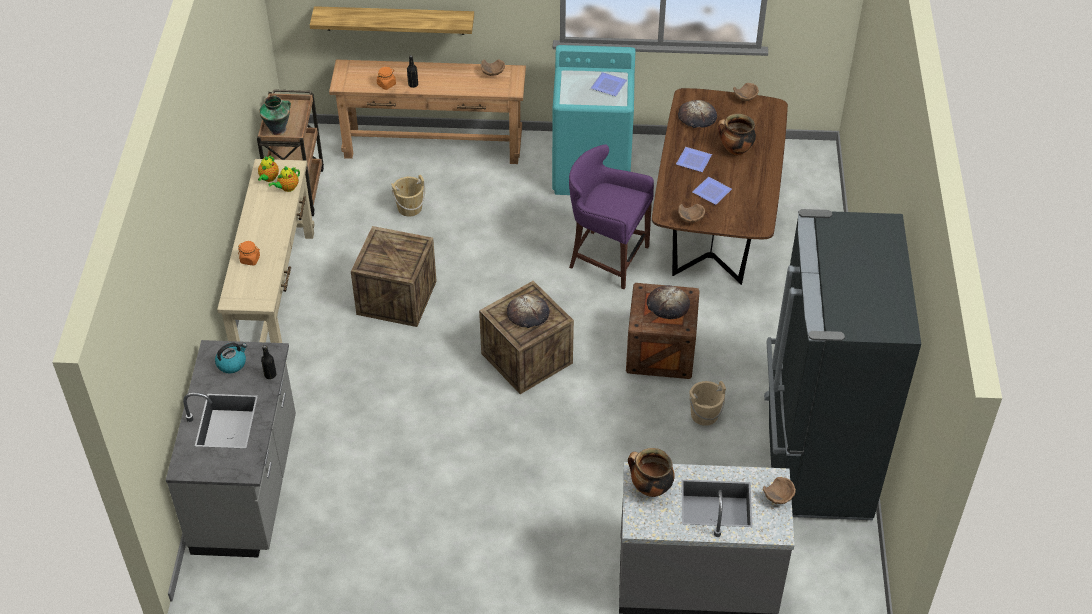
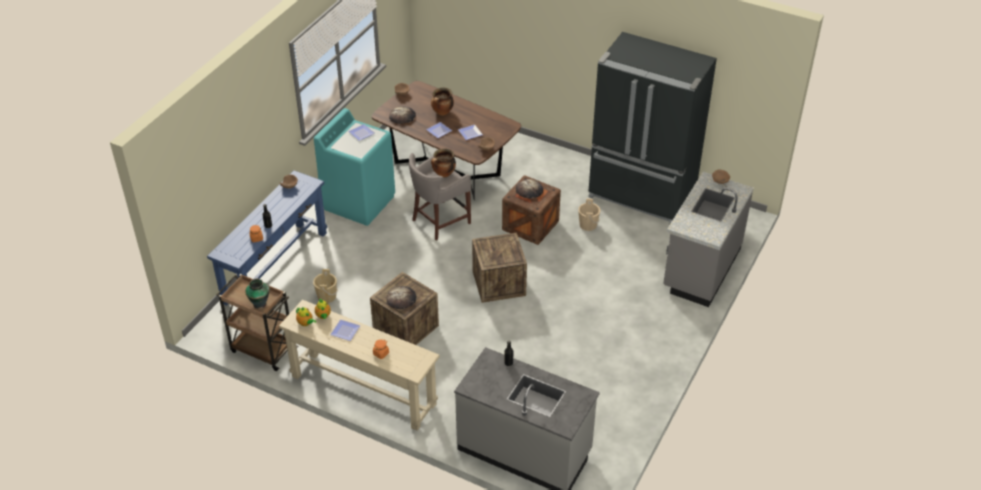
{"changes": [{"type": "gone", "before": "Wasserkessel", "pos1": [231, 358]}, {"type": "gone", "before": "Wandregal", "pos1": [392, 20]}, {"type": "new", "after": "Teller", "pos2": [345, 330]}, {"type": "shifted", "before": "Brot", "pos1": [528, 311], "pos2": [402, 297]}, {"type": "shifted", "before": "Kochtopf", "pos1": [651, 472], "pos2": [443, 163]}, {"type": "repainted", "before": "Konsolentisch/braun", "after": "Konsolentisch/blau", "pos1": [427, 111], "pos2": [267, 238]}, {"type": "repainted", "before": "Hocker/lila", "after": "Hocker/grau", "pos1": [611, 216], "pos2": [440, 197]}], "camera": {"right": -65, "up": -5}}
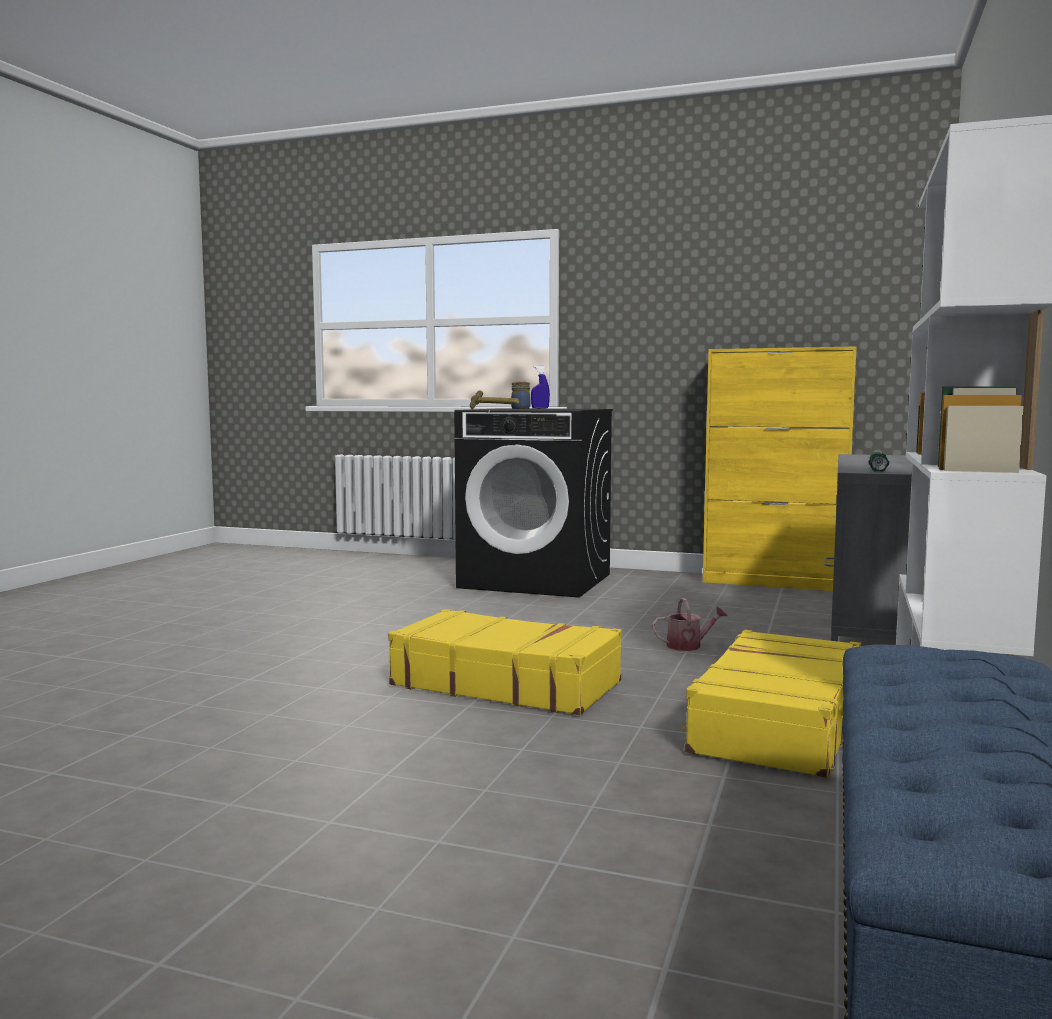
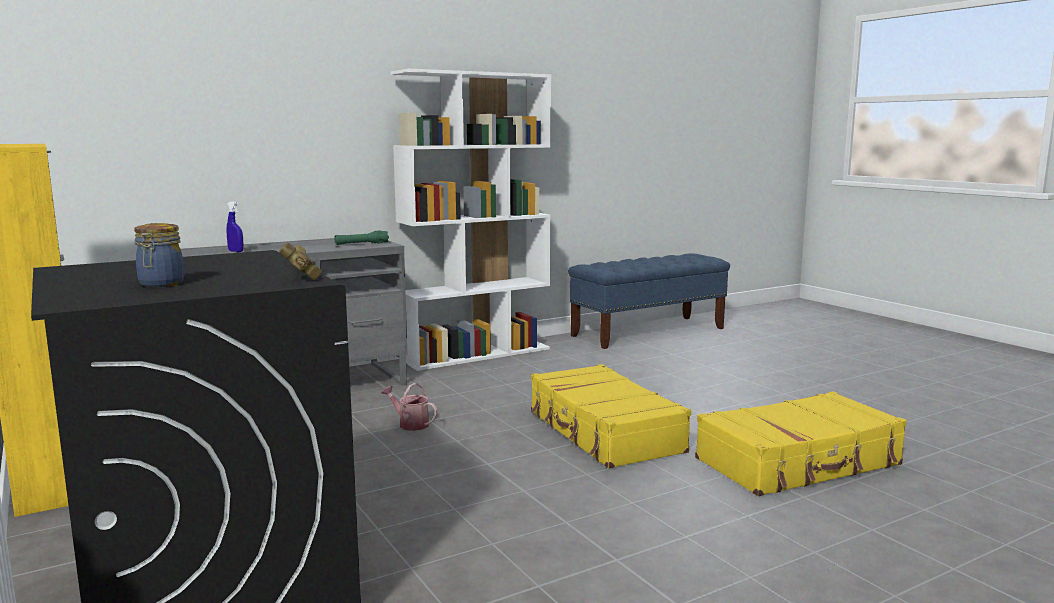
{"changes": [{"type": "shifted", "before": "Sprühflasche/blau", "pos1": [540, 387], "pos2": [235, 226]}, {"type": "shifted", "before": "Koffer/gelb", "pos1": [770, 704], "pos2": [801, 443]}], "camera": {"right": -140, "up": 5}}
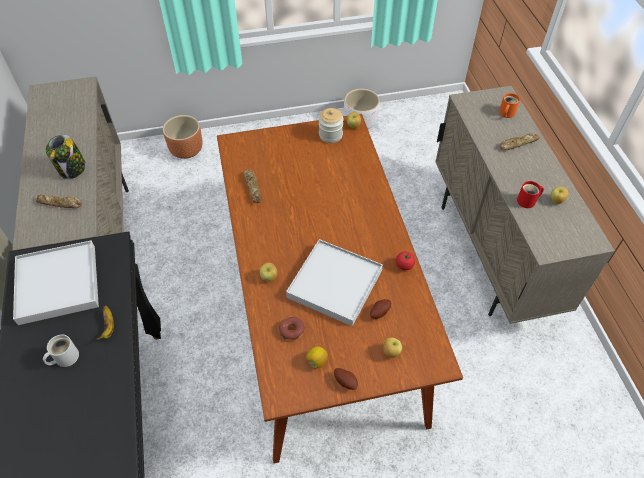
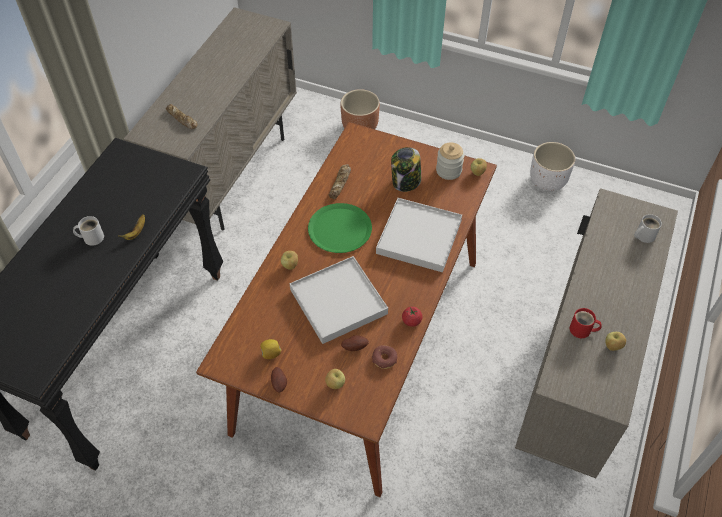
{"changes": [{"type": "gone", "before": "Brot", "pos1": [519, 142]}, {"type": "new", "after": "Teller/grün", "pos2": [340, 228]}, {"type": "shifted", "before": "Tablett/weiß", "pos1": [56, 282], "pos2": [419, 235]}, {"type": "shifted", "before": "Vorratsglas", "pos1": [66, 157], "pos2": [406, 169]}, {"type": "shifted", "before": "Donut", "pos1": [292, 328], "pos2": [384, 357]}, {"type": "repainted", "before": "Henkelbecher/orange", "after": "Henkelbecher/weiß", "pos1": [509, 105], "pos2": [648, 228]}], "camera": {"right": 35, "up": 0}}
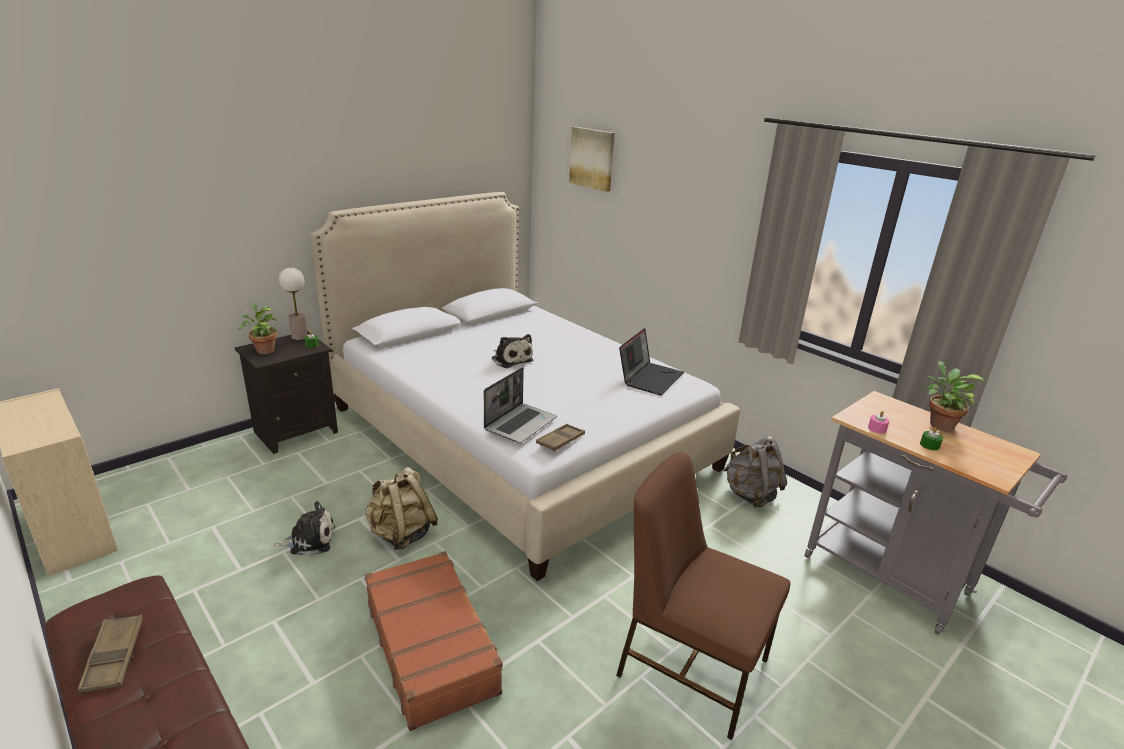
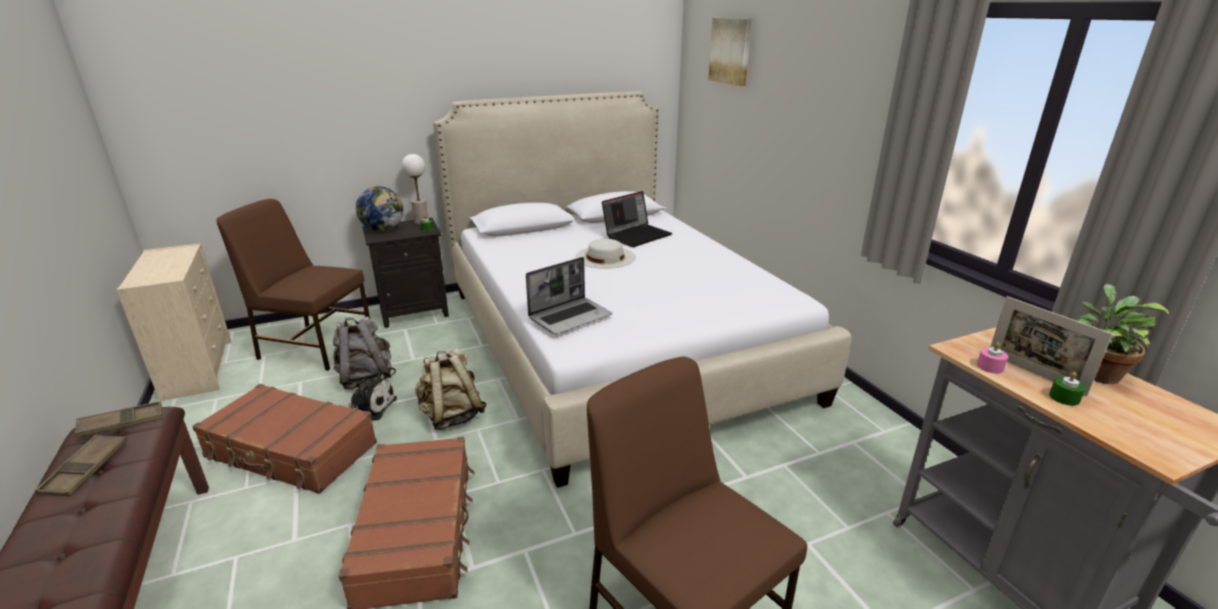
{"changes": [{"type": "new", "after": "Koffer/braun", "pos2": [284, 439]}, {"type": "new", "after": "Stuhl/braun", "pos2": [293, 285]}, {"type": "new", "after": "Bilderrahmen", "pos2": [1051, 346]}, {"type": "shifted", "before": "Tablett/braun", "pos1": [560, 437], "pos2": [119, 419]}, {"type": "shifted", "before": "Laptop", "pos1": [651, 361], "pos2": [637, 219]}, {"type": "shifted", "before": "Rucksack/grau", "pos1": [755, 472], "pos2": [364, 353]}, {"type": "swapped", "before": "Topfpflanze", "after": "Globus", "pos1": [257, 328], "pos2": [379, 208]}, {"type": "swapped", "before": "Plüschtier", "after": "Hut/weiß", "pos1": [512, 351], "pos2": [605, 254]}], "camera": {"right": 20, "up": 0}}
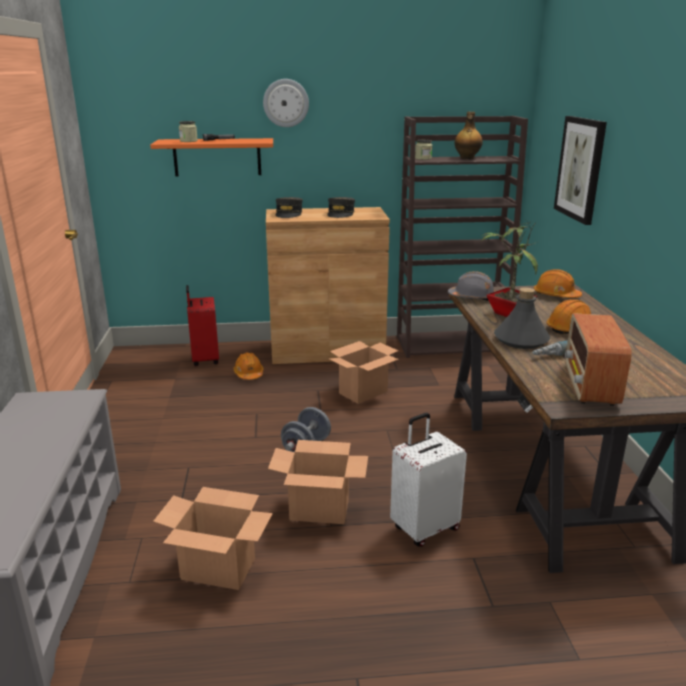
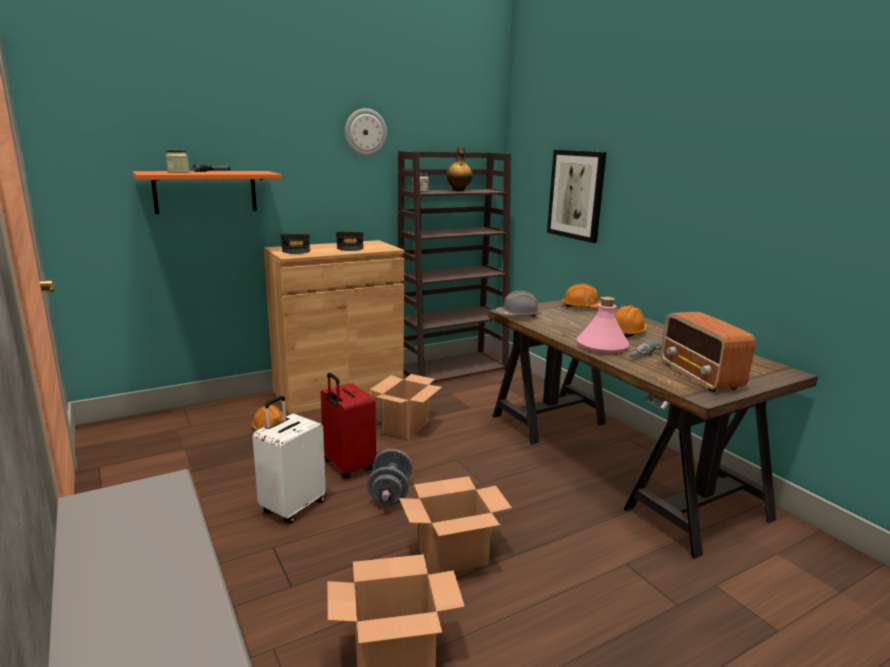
{"changes": [{"type": "gone", "before": "Topfpflanze", "pos1": [509, 268]}, {"type": "shifted", "before": "Koffer/rot", "pos1": [202, 325], "pos2": [348, 426]}, {"type": "shifted", "before": "Wanduhr", "pos1": [286, 103], "pos2": [366, 132]}, {"type": "shifted", "before": "Koffer/weiß", "pos1": [428, 480], "pos2": [289, 459]}, {"type": "repainted", "before": "Flasche/grau", "after": "Flasche/rosa", "pos1": [522, 318], "pos2": [603, 325]}], "camera": {"right": -25, "up": -5}}
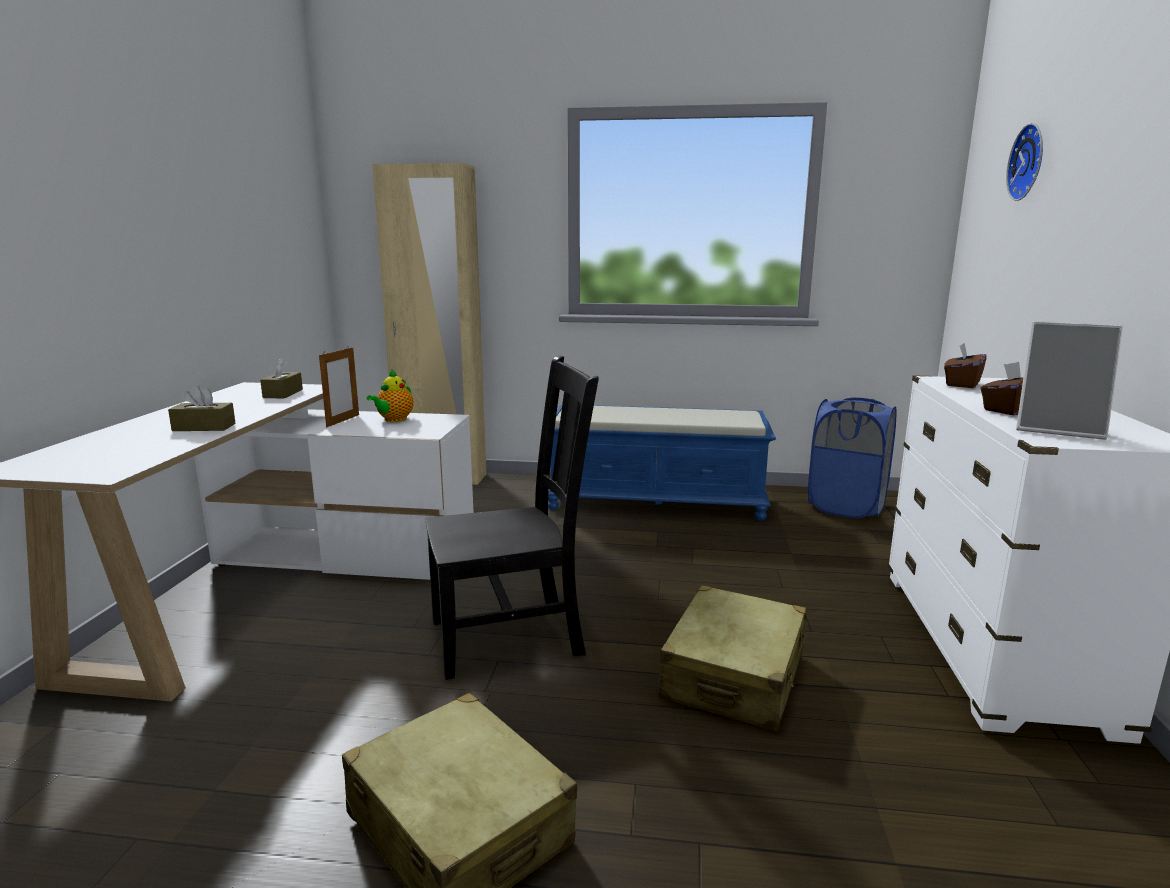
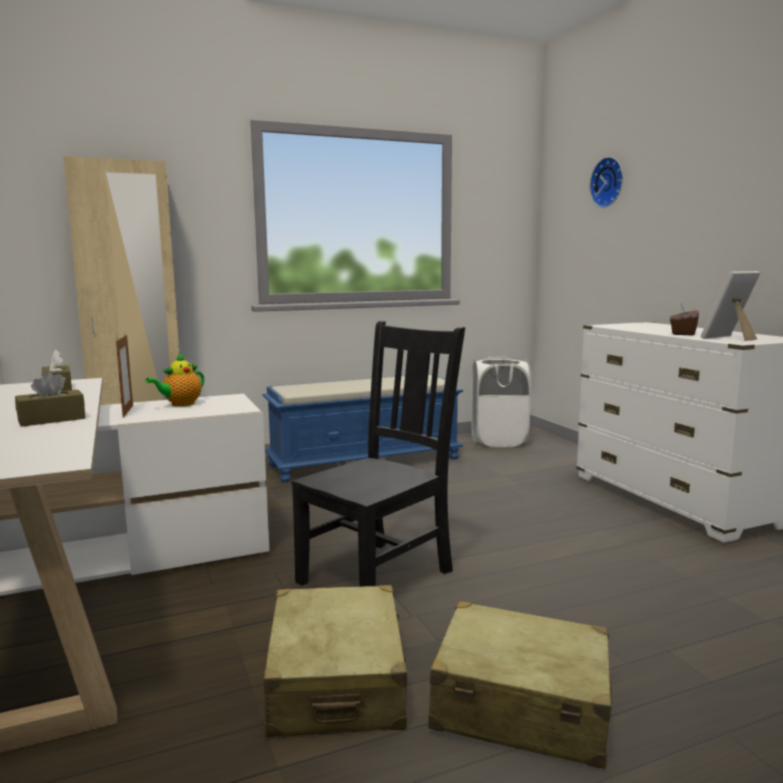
{"changes": [{"type": "gone", "before": "Taschentuchbox/braun", "pos1": [965, 365]}, {"type": "shifted", "before": "Koffer/beige", "pos1": [732, 658], "pos2": [337, 661]}, {"type": "repainted", "before": "Wäschekorb/blau", "after": "Wäschekorb/weiß", "pos1": [852, 457], "pos2": [501, 402]}, {"type": "rotated", "before": "Teekanne", "pos1": [390, 395], "pos2": [174, 380], "turn": 45}, {"type": "rotated", "before": "Bilderrahmen", "pos1": [1069, 380], "pos2": [730, 306], "turn": 150}], "camera": {"right": -30, "up": -5}}
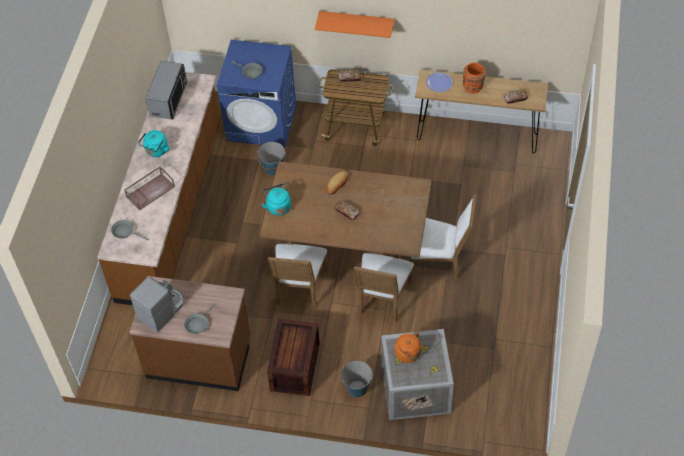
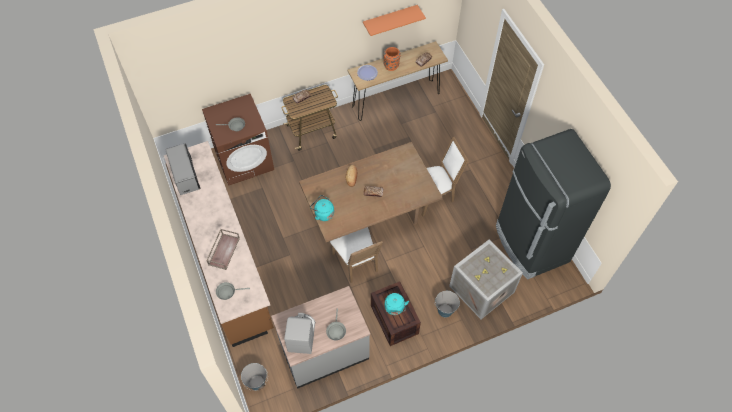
{"changes": [{"type": "gone", "before": "Stuhl/weiß", "pos1": [384, 287]}, {"type": "gone", "before": "Wasserkessel/orange", "pos1": [410, 347]}, {"type": "new", "after": "Kühlschrank/schwarz", "pos2": [553, 204]}, {"type": "shifted", "before": "Wasserkessel/türkis", "pos1": [153, 143], "pos2": [397, 304]}, {"type": "shifted", "before": "Eimer", "pos1": [271, 158], "pos2": [254, 377]}, {"type": "shifted", "before": "Wandregal/orange", "pos1": [354, 24], "pos2": [394, 20]}, {"type": "repainted", "before": "Küchenzeile/braun", "after": "Küchenzeile/grau", "pos1": [190, 333], "pos2": [320, 337]}, {"type": "repainted", "before": "Waschmaschine/blau", "after": "Waschmaschine/braun", "pos1": [256, 94], "pos2": [238, 140]}], "camera": {"right": -35, "up": 5}}
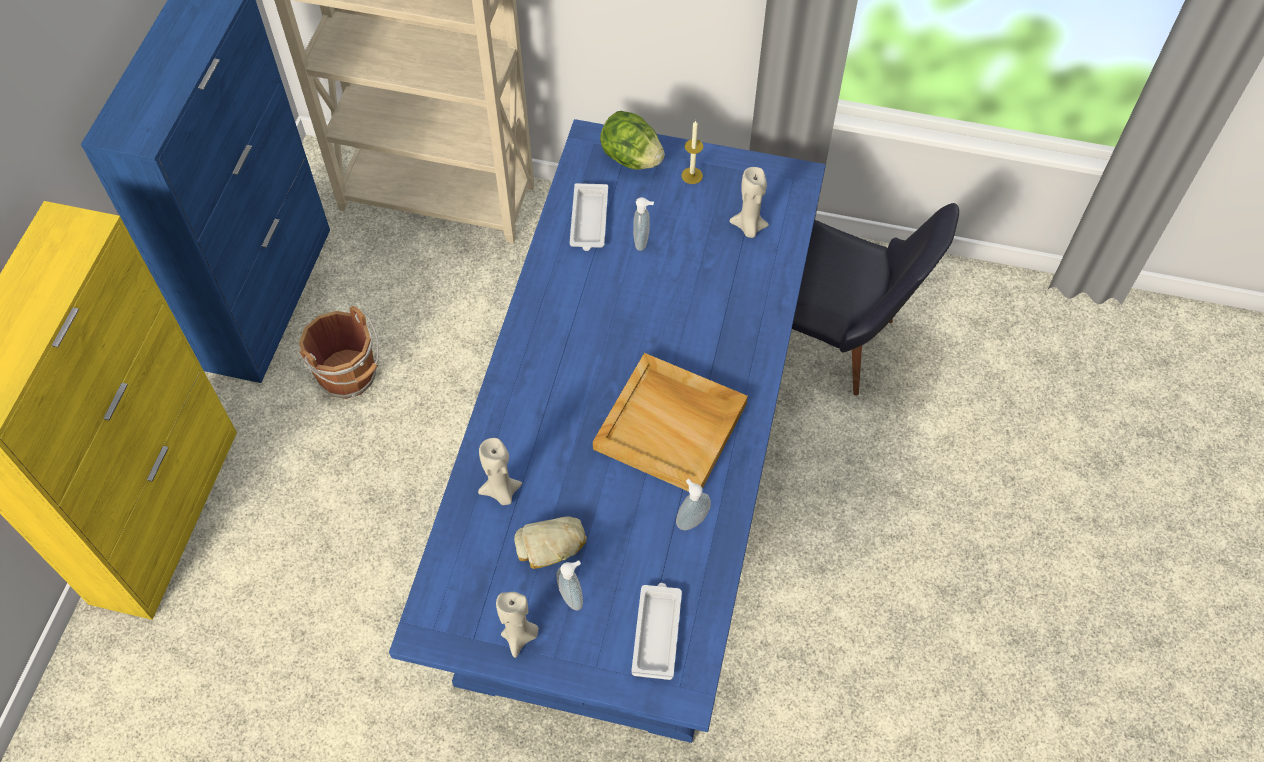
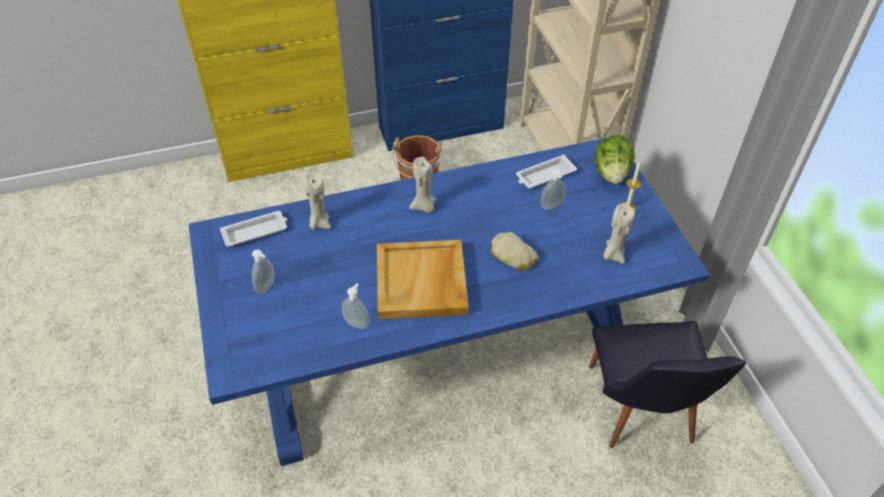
{"changes": [{"type": "shifted", "before": "Kerze/beige", "pos1": [517, 625], "pos2": [422, 185]}, {"type": "shifted", "before": "Brot", "pos1": [550, 542], "pos2": [515, 251]}, {"type": "shifted", "before": "Tablett/weiß", "pos1": [656, 631], "pos2": [253, 229]}], "camera": {"right": 60, "up": -10}}
